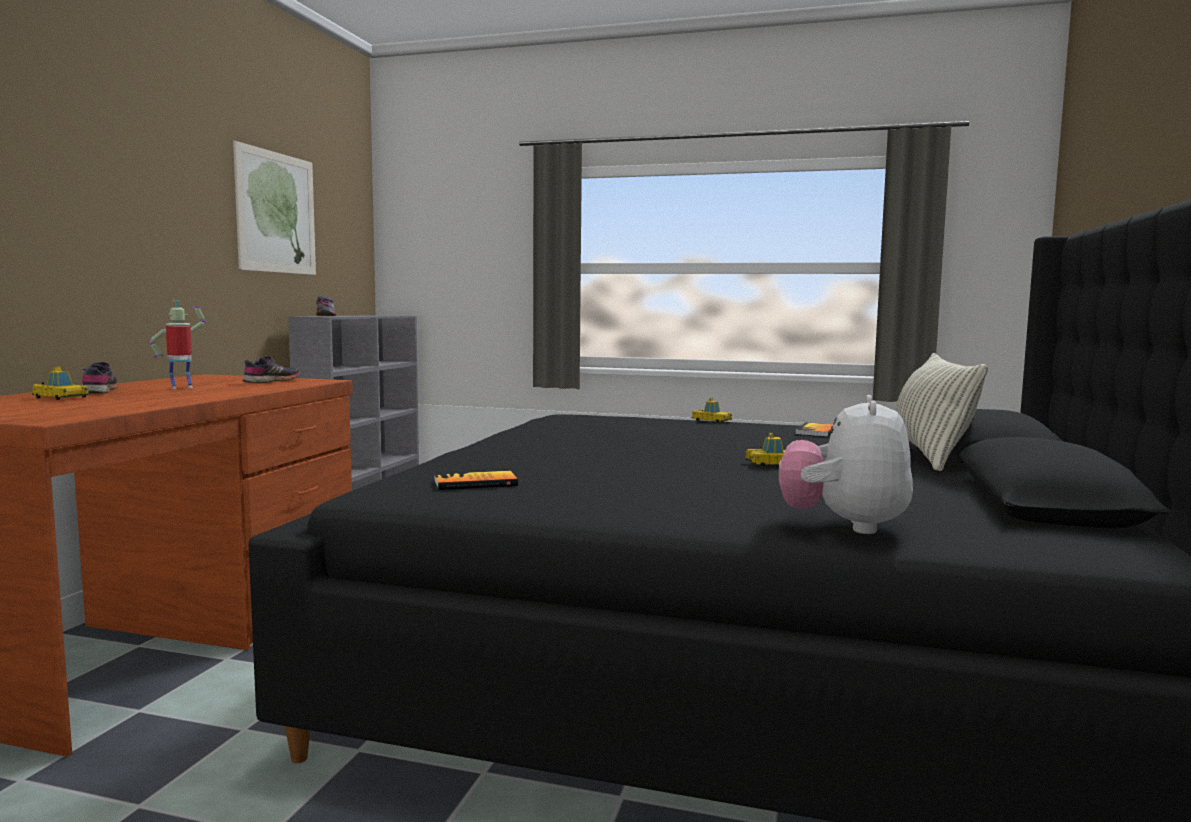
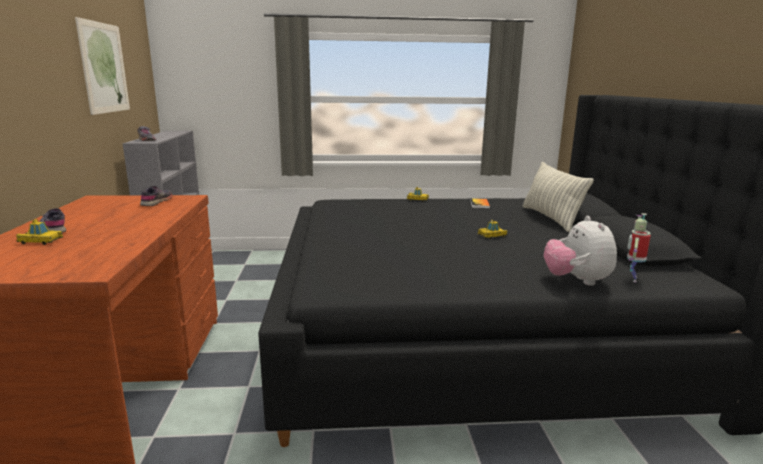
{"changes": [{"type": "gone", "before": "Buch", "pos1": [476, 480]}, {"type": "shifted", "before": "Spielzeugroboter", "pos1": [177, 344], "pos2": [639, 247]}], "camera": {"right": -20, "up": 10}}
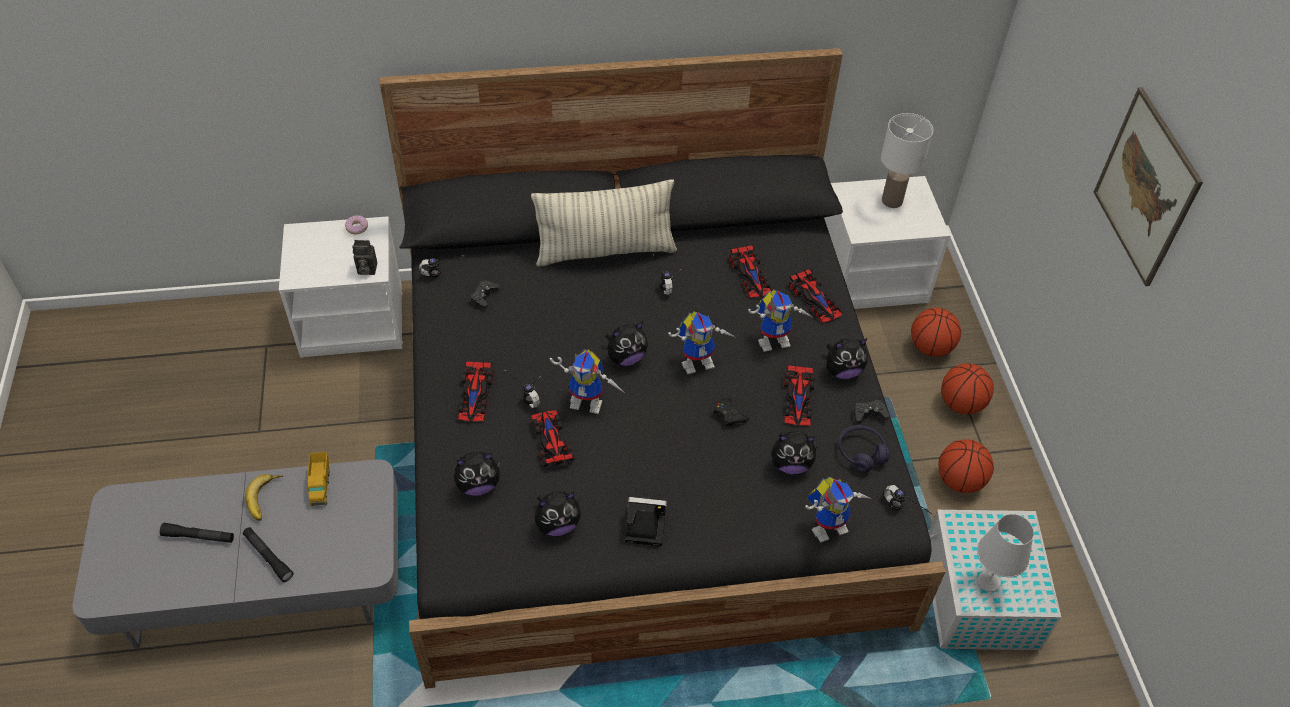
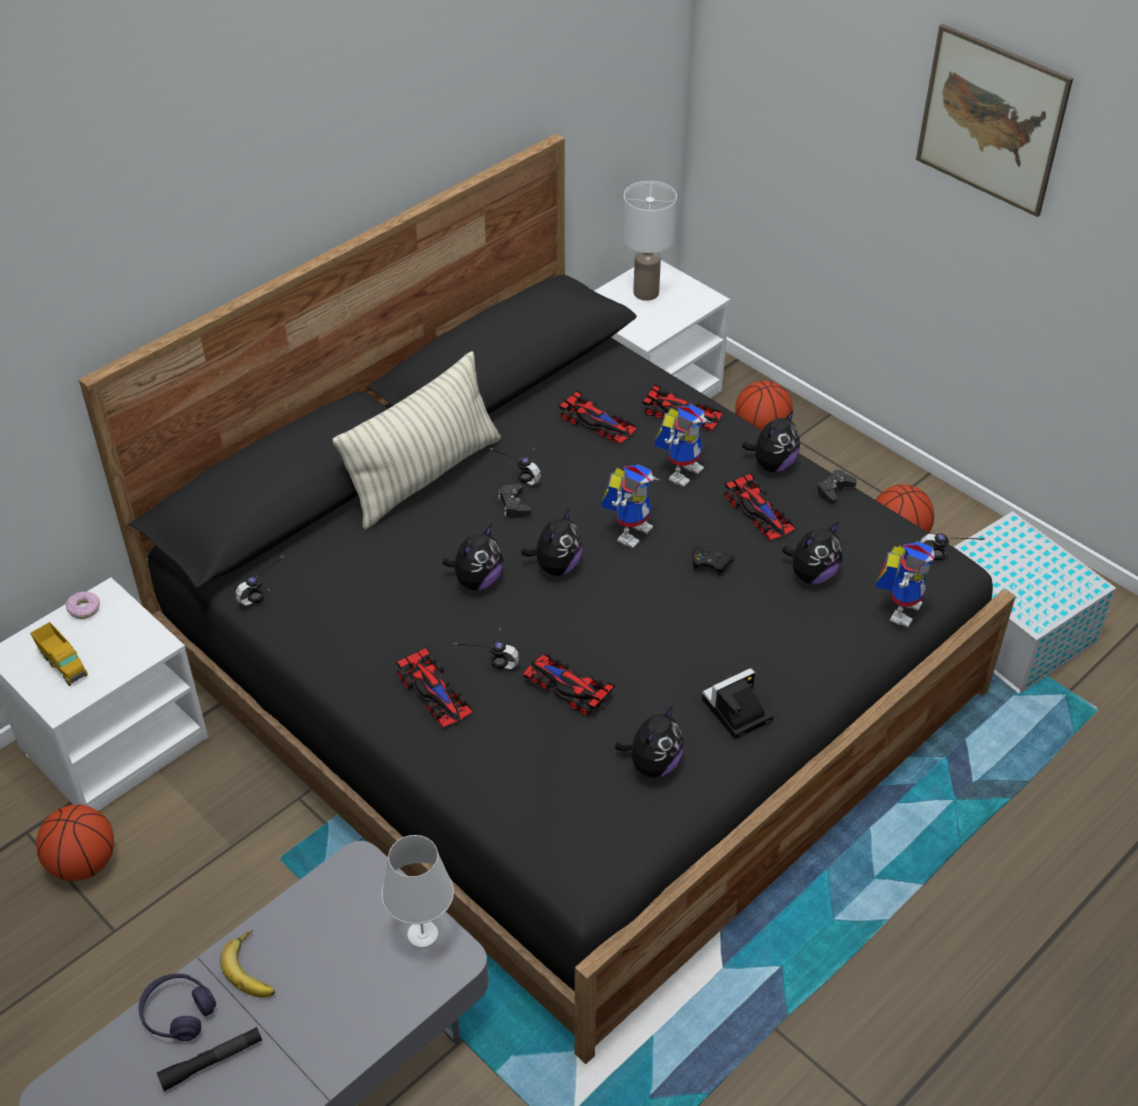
{"changes": [{"type": "gone", "before": "Taschenlampe/schwarz", "pos1": [268, 554]}, {"type": "gone", "before": "Kamera", "pos1": [364, 257]}, {"type": "gone", "before": "Spielzeugroboter", "pos1": [588, 381]}, {"type": "shifted", "before": "Spielzeuglaster", "pos1": [318, 479], "pos2": [59, 654]}, {"type": "shifted", "before": "Plüschtier", "pos1": [477, 474], "pos2": [473, 557]}, {"type": "shifted", "before": "Gamepad/schwarz", "pos1": [484, 294], "pos2": [514, 501]}, {"type": "shifted", "before": "Kopfhörer/lila", "pos1": [864, 448], "pos2": [177, 1007]}, {"type": "shifted", "before": "Basketball", "pos1": [967, 388], "pos2": [75, 843]}, {"type": "shifted", "before": "Tischlampe/weiß", "pos1": [1005, 553], "pos2": [418, 892]}], "camera": {"right": -35, "up": -5}}
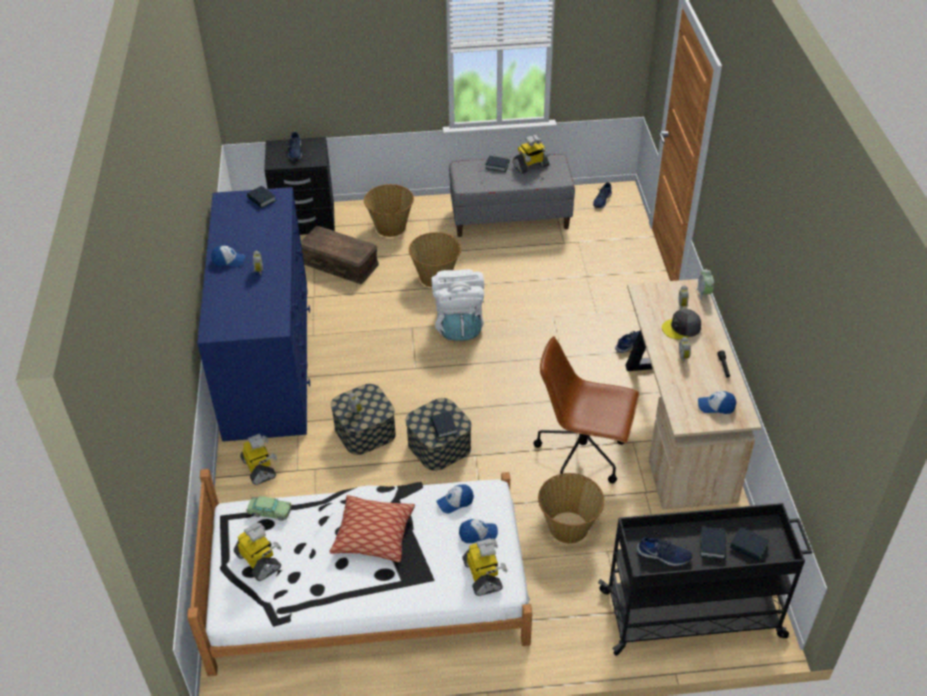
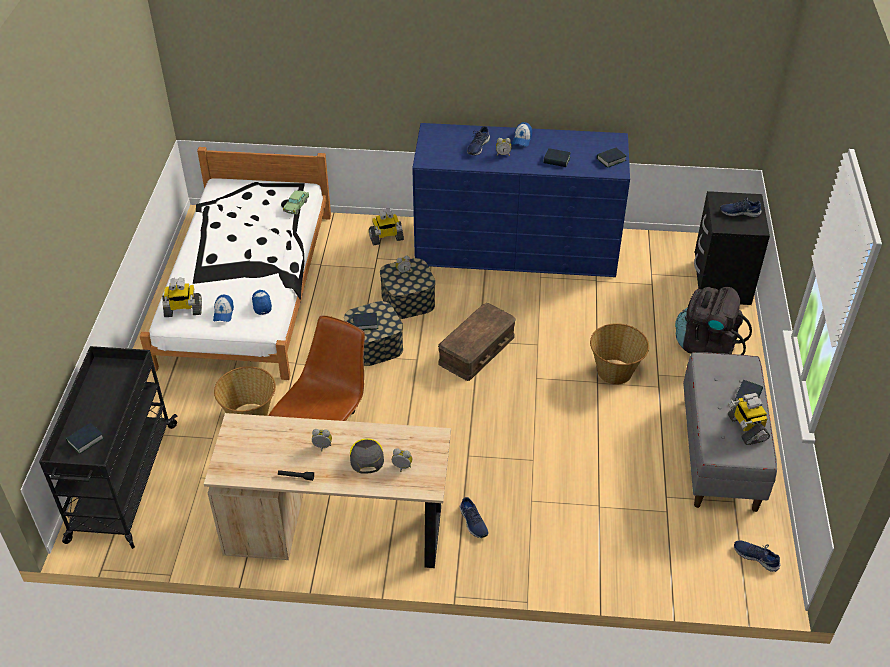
{"changes": [{"type": "gone", "before": "Spielzeugroboter", "pos1": [257, 551]}, {"type": "gone", "before": "Kissen", "pos1": [372, 528]}, {"type": "gone", "before": "Rucksack/weiß", "pos1": [457, 305]}, {"type": "gone", "before": "Wecker", "pos1": [705, 284]}, {"type": "gone", "before": "Kappe", "pos1": [717, 402]}, {"type": "shifted", "before": "Aufbewahrungsbox/braun", "pos1": [340, 255], "pos2": [477, 342]}, {"type": "shifted", "before": "Schuh/blau", "pos1": [664, 551], "pos2": [478, 141]}, {"type": "shifted", "before": "Buch", "pos1": [713, 543], "pos2": [557, 157]}, {"type": "swapped", "before": "Korb", "after": "Rucksack/schwarz", "pos1": [389, 210], "pos2": [713, 321]}], "camera": {"right": 100, "up": 0}}
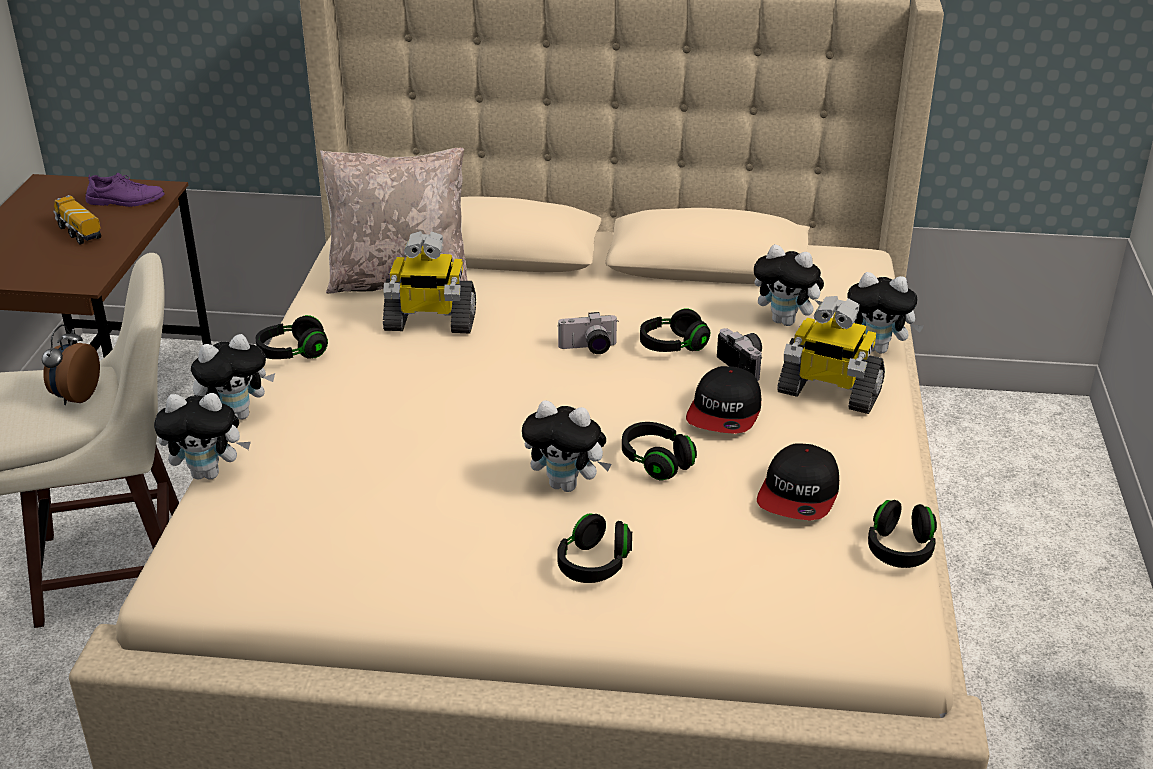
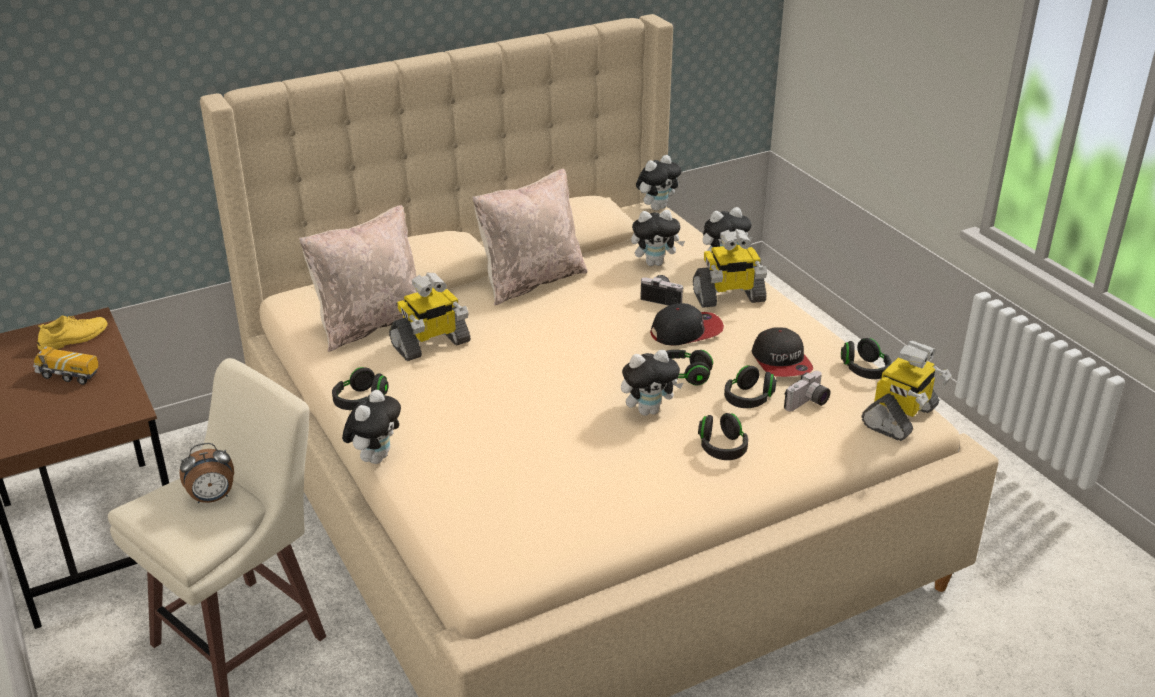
{"changes": [{"type": "new", "after": "Kissen/beige", "pos2": [530, 237]}, {"type": "new", "after": "Spielzeugroboter", "pos2": [906, 391]}, {"type": "shifted", "before": "Plüschtier", "pos1": [202, 436], "pos2": [659, 183]}, {"type": "shifted", "before": "Kamera", "pos1": [588, 333], "pos2": [807, 391]}, {"type": "shifted", "before": "Kopfhörer/schwarz", "pos1": [675, 330], "pos2": [750, 387]}, {"type": "repainted", "before": "Schuh/lila", "after": "Schuh/gelb", "pos1": [125, 189], "pos2": [72, 332]}, {"type": "rotated", "before": "Wecker", "pos1": [71, 364], "pos2": [206, 473], "turn": -90}, {"type": "rotated", "before": "Kappe", "pos1": [723, 400], "pos2": [687, 324], "turn": -90}], "camera": {"right": -35, "up": 0}}
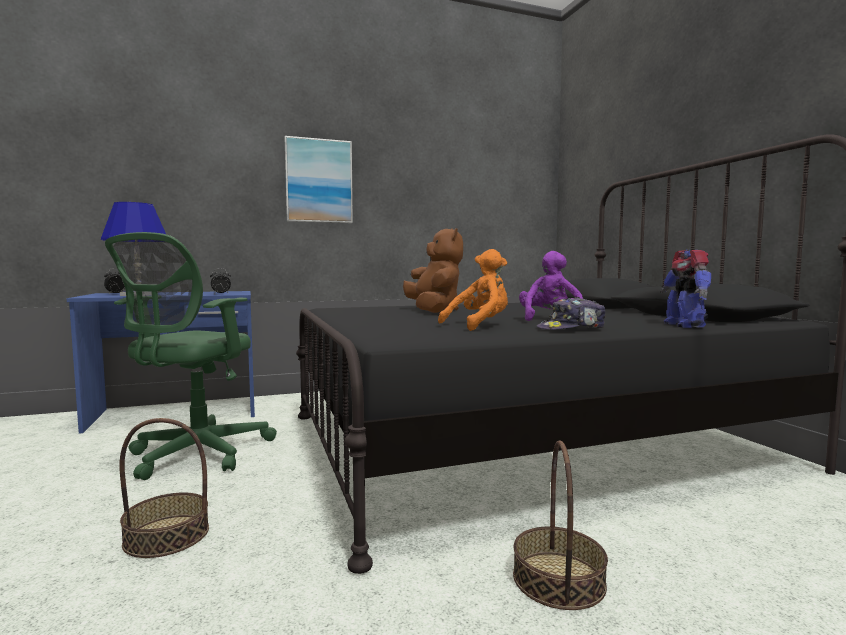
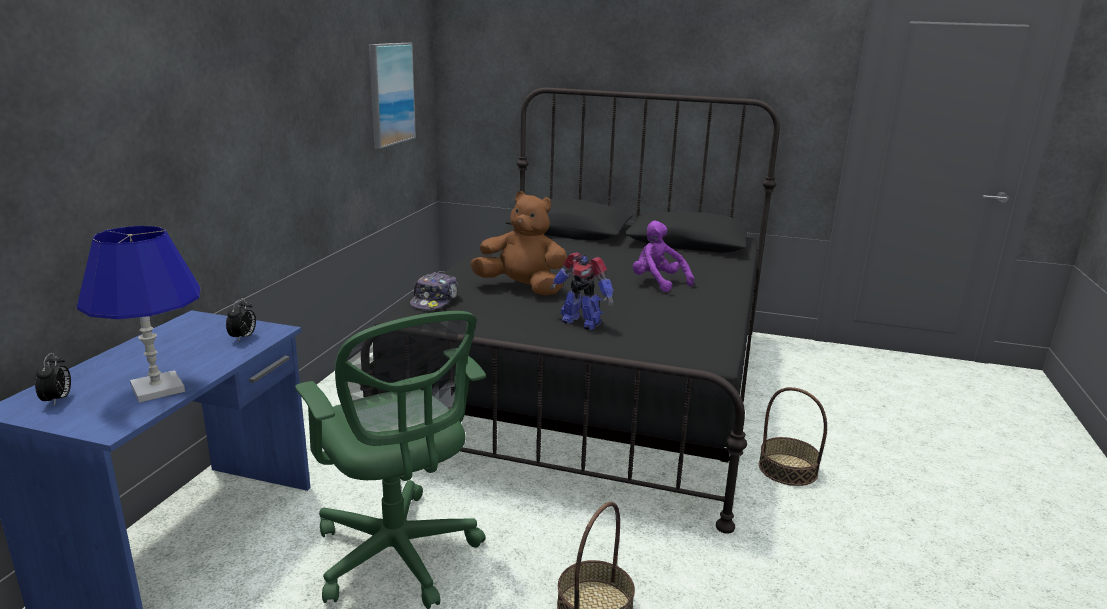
{"changes": [{"type": "gone", "before": "Plüschtier/orange", "pos1": [473, 290]}, {"type": "shifted", "before": "Bild", "pos1": [318, 179], "pos2": [392, 96]}, {"type": "shifted", "before": "Kappe", "pos1": [571, 313], "pos2": [434, 291]}, {"type": "shifted", "before": "Spielzeugroboter", "pos1": [686, 288], "pos2": [581, 291]}], "camera": {"right": -55, "up": 15}}
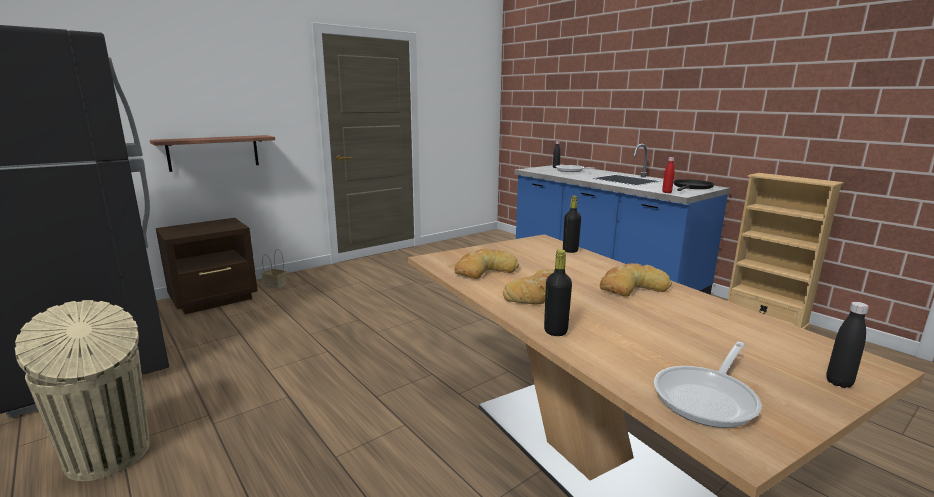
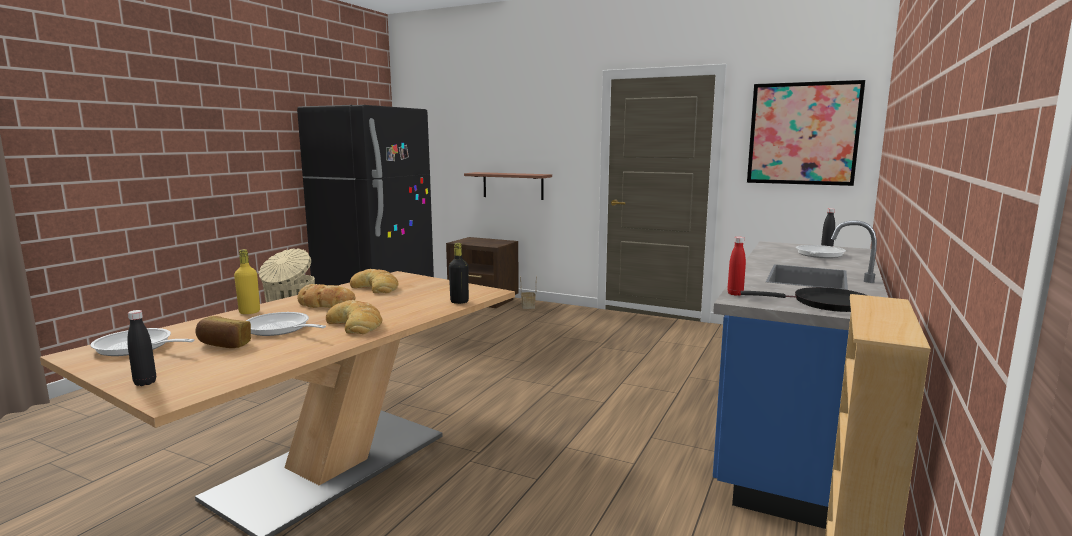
{"changes": [{"type": "new", "after": "Brot", "pos2": [223, 332]}, {"type": "new", "after": "Pfanne", "pos2": [286, 324]}, {"type": "new", "after": "Bild", "pos2": [806, 133]}, {"type": "repainted", "before": "Flasche/schwarz", "after": "Flasche/gelb", "pos1": [558, 292], "pos2": [247, 281]}], "camera": {"right": 65, "up": -5}}
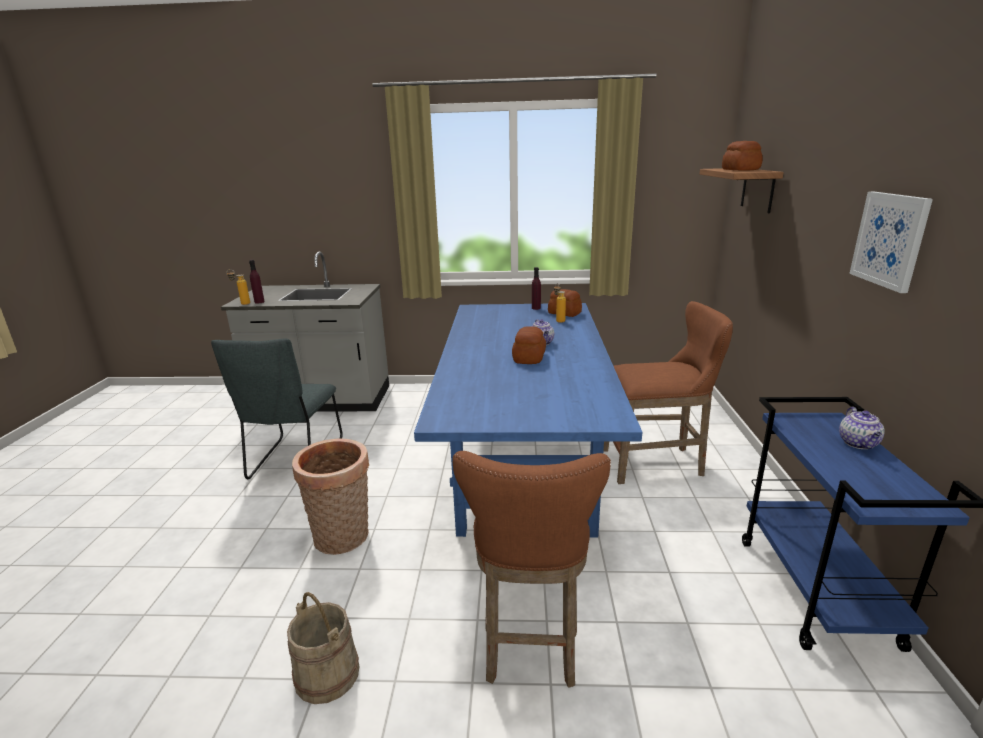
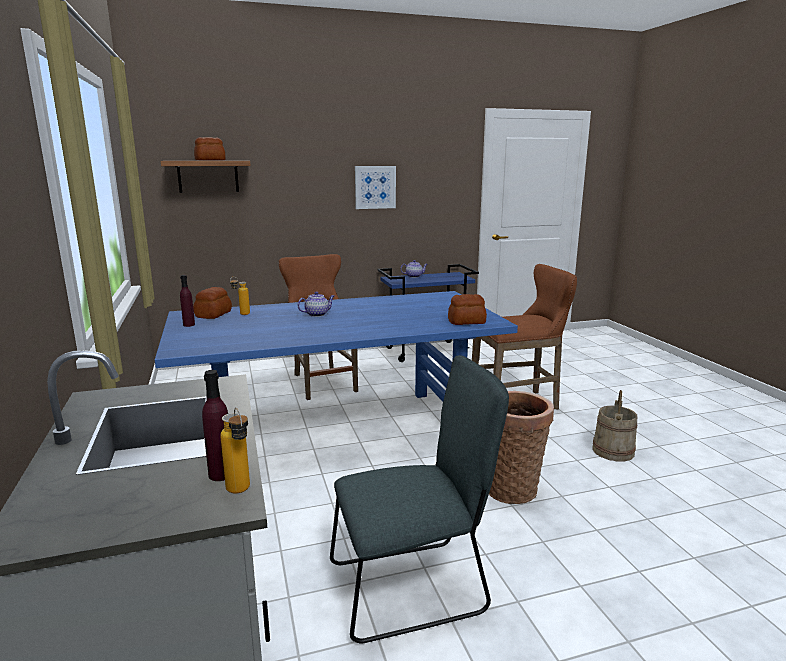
{"changes": [{"type": "shifted", "before": "Brot", "pos1": [529, 345], "pos2": [467, 309]}], "camera": {"right": -110, "up": -5}}
